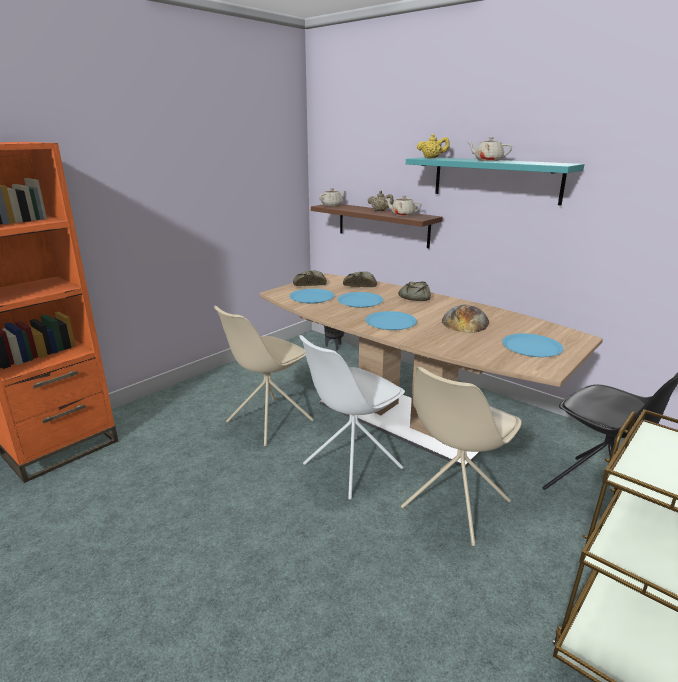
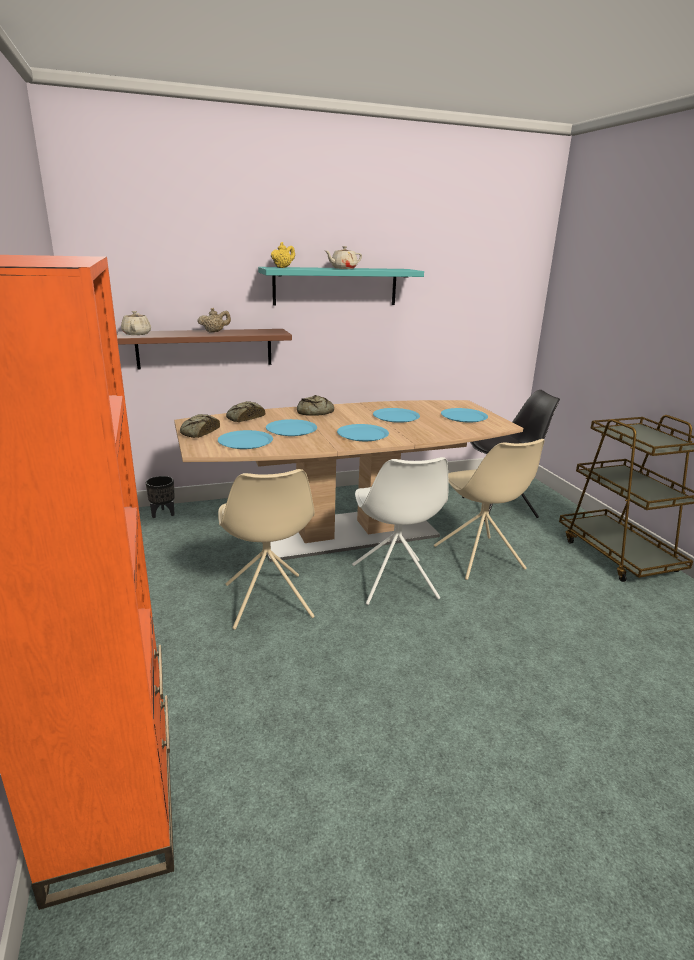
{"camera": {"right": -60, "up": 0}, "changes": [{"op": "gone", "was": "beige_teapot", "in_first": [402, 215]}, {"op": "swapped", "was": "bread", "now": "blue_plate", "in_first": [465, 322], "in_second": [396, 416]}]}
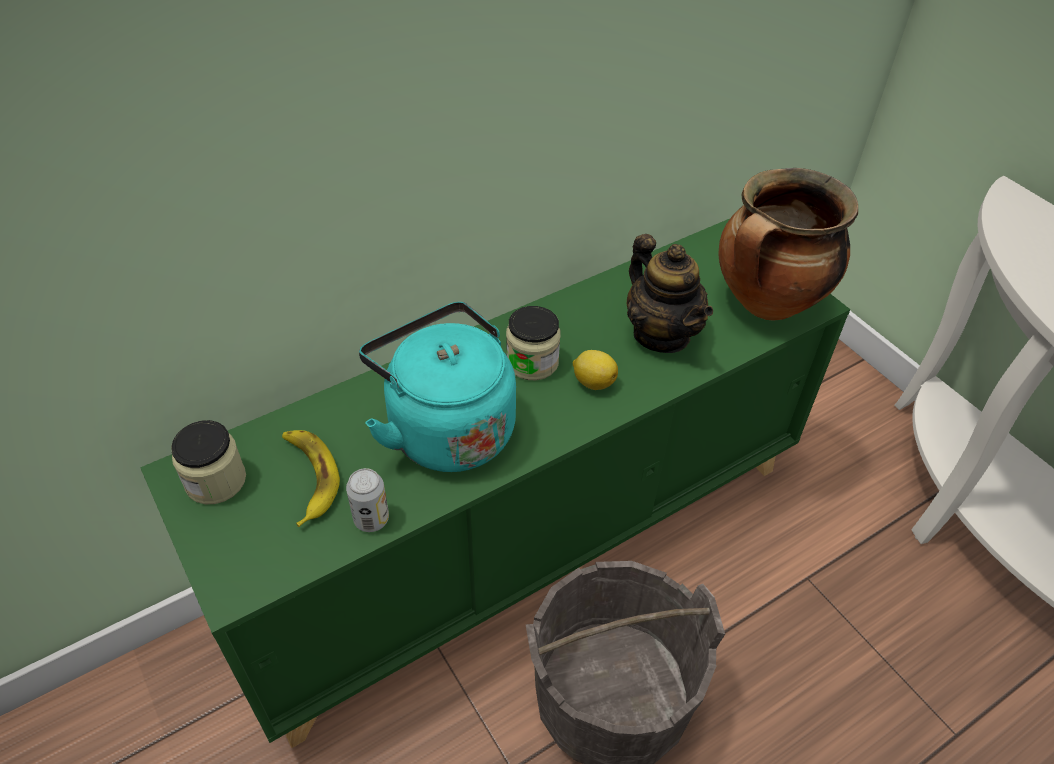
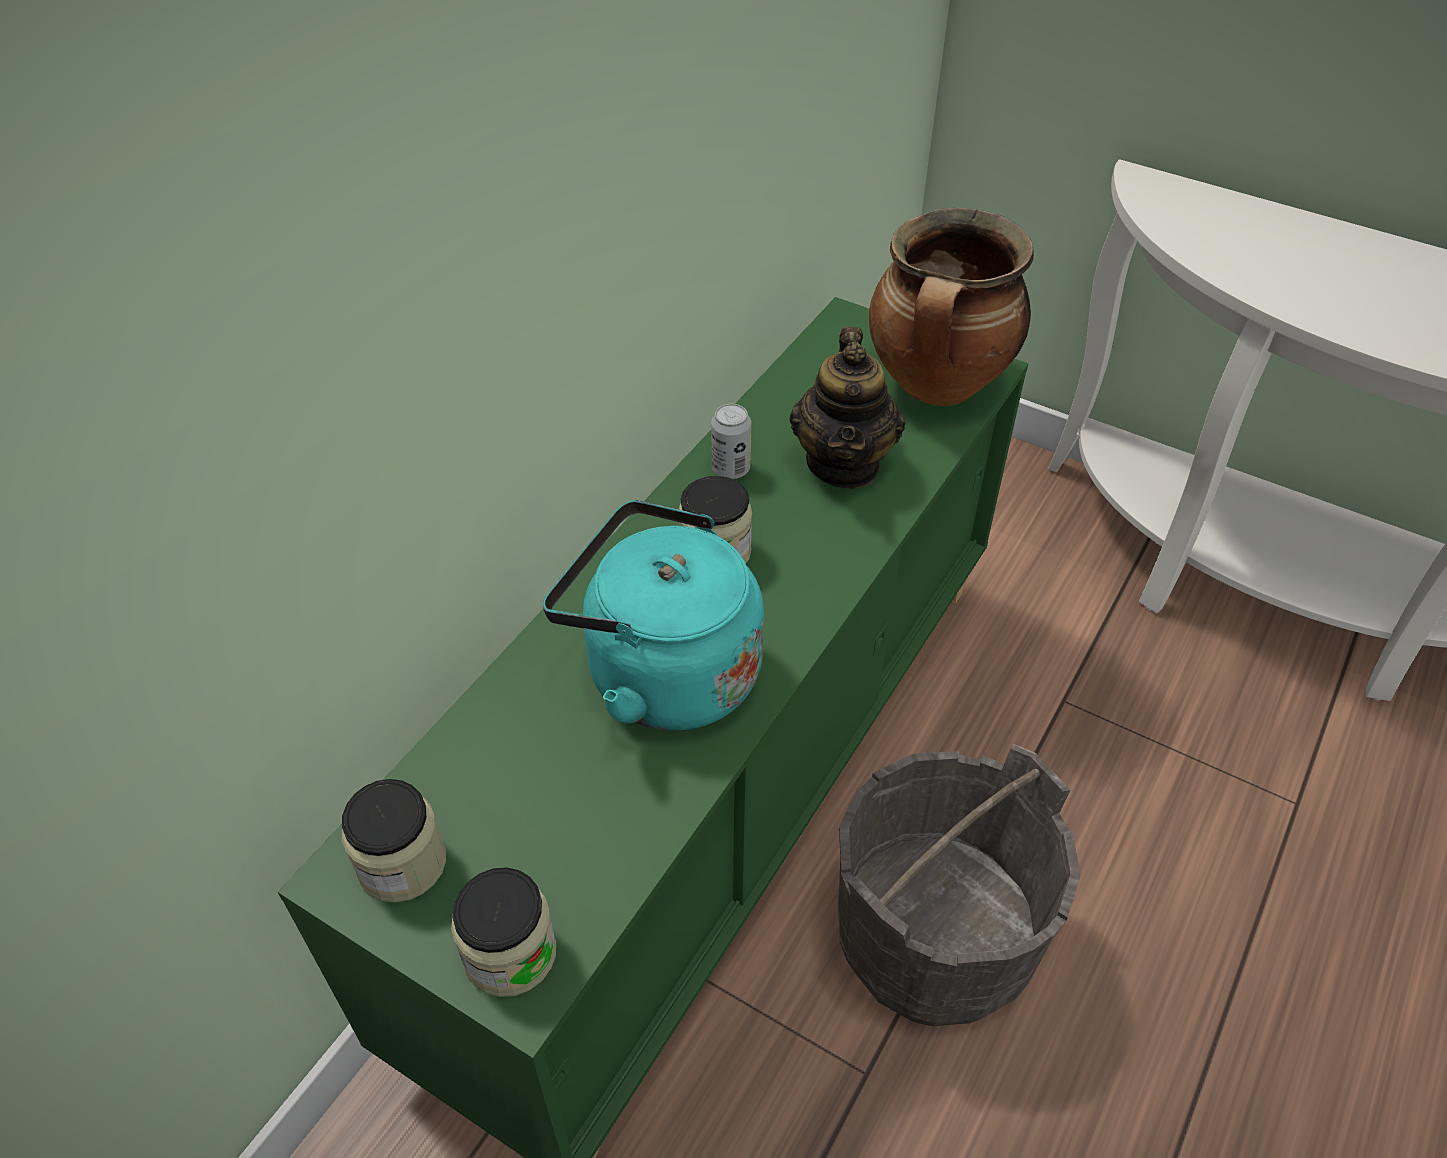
{"camera": {"right": -25, "up": 0}, "changes": [{"op": "gone", "was": "banana", "in_first": [308, 477]}, {"op": "gone", "was": "lemon", "in_first": [593, 382]}, {"op": "new", "now": "jar", "in_second": [510, 953]}, {"op": "shifted", "was": "can", "in_first": [371, 519], "in_second": [731, 469]}, {"op": "rotated", "was": "teapot", "in_first": [661, 334], "in_second": [844, 463], "clockwise": 60}]}
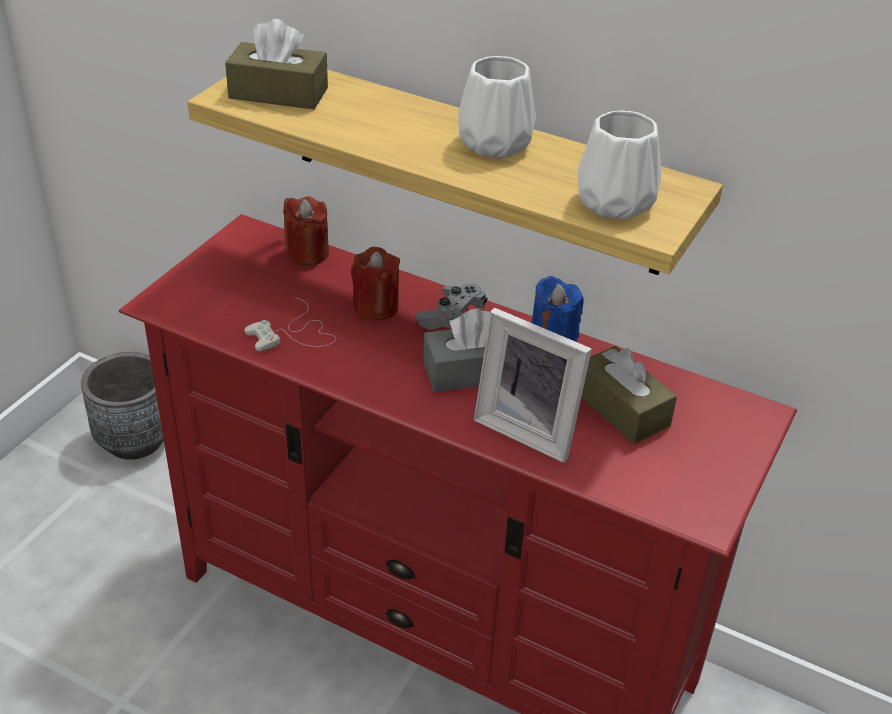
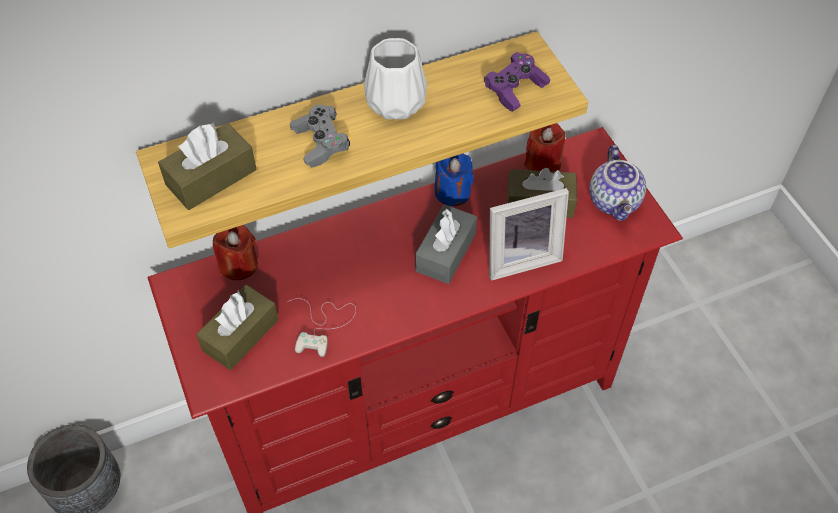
{"camera": {"right": -50, "up": 15}, "changes": [{"op": "new", "now": "brown_tissue_box", "in_second": [240, 335]}, {"op": "new", "now": "teapot", "in_second": [615, 202]}, {"op": "shifted", "was": "red_candle", "in_first": [375, 307], "in_second": [543, 164]}, {"op": "shifted", "was": "grey_game_controller", "in_first": [451, 318], "in_second": [320, 143]}, {"op": "swapped", "was": "white_vase", "now": "purple_game_controller", "in_first": [616, 202], "in_second": [515, 89]}]}
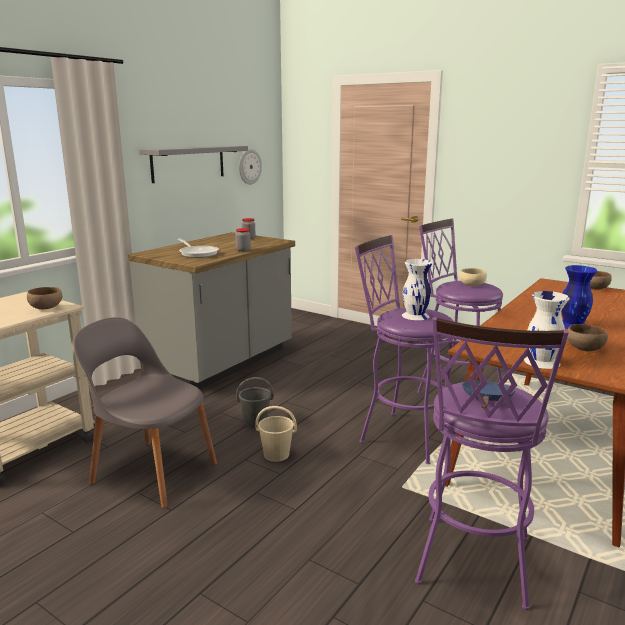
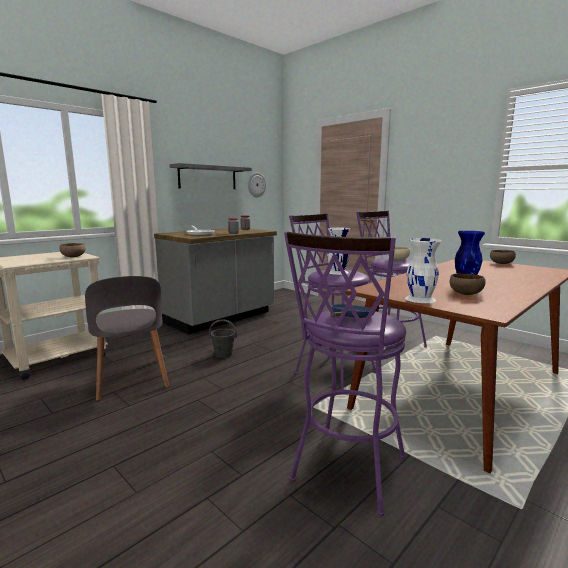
{"camera": {"right": 10, "up": -5}, "changes": [{"op": "gone", "was": "beige_bucket", "in_first": [276, 455]}, {"op": "rotated", "was": "grey_chair", "in_first": [152, 471], "in_second": [131, 379], "clockwise": -150}]}
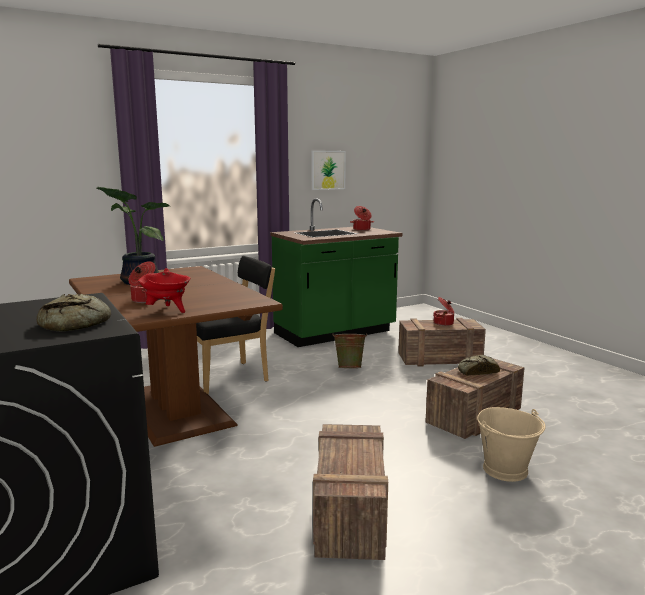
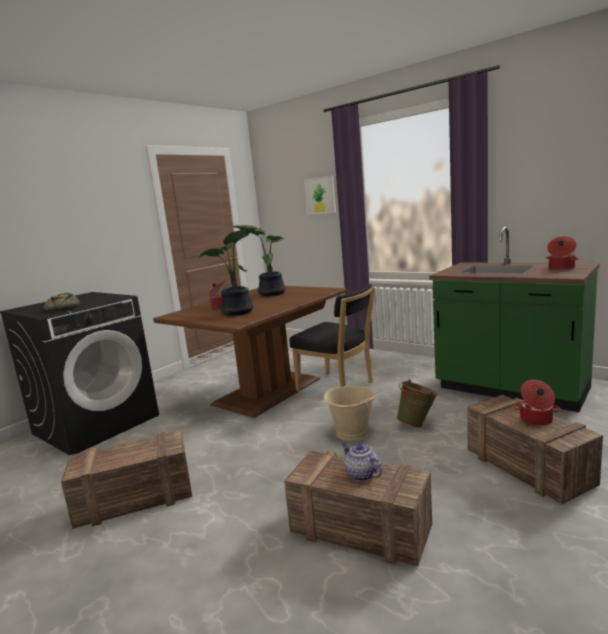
{"camera": {"right": 70, "up": 0}, "changes": [{"op": "gone", "was": "red_cooking_pot", "in_first": [167, 311]}, {"op": "new", "now": "potted_plant", "in_second": [237, 313]}, {"op": "shifted", "was": "picture", "in_first": [328, 170], "in_second": [320, 195]}, {"op": "shifted", "was": "beige_bucket", "in_first": [506, 469], "in_second": [352, 432]}, {"op": "swapped", "was": "bread", "now": "teapot", "in_first": [476, 371], "in_second": [361, 474]}]}
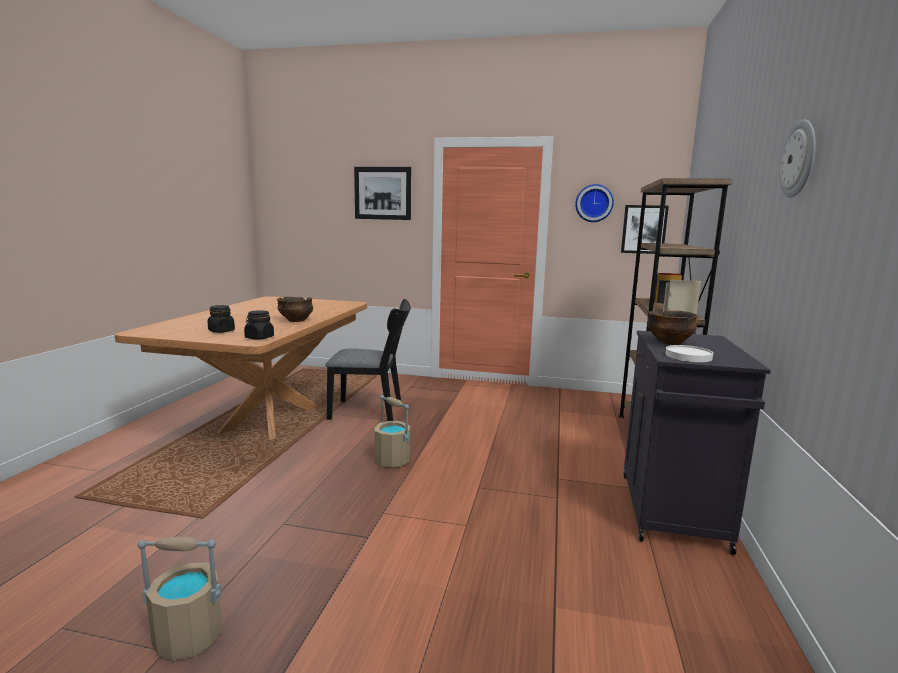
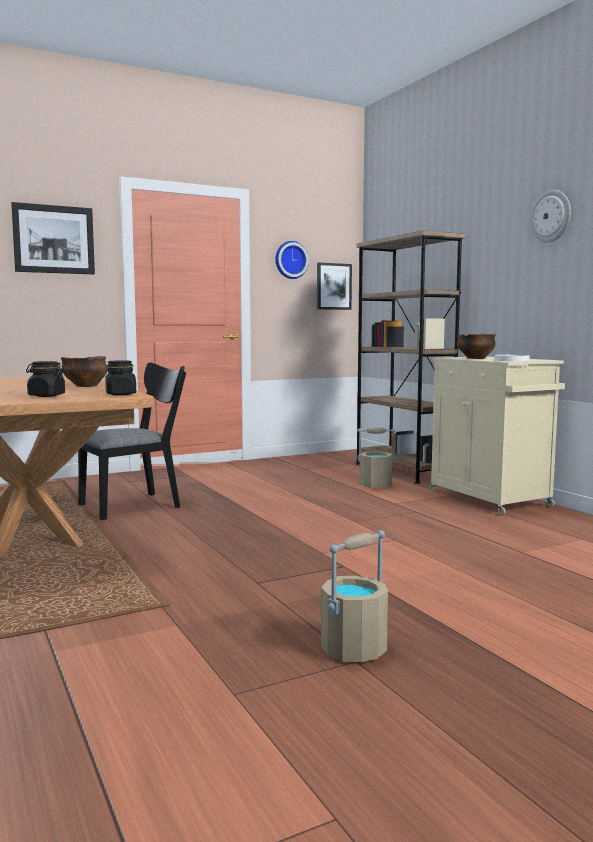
{"camera": {"right": -40, "up": -5}, "changes": [{"op": "shifted", "was": "beige_bucket", "in_first": [392, 460], "in_second": [375, 485]}, {"op": "repainted", "was": "black_cabinet", "now": "beige_cabinet", "in_first": [672, 513], "in_second": [491, 500]}]}
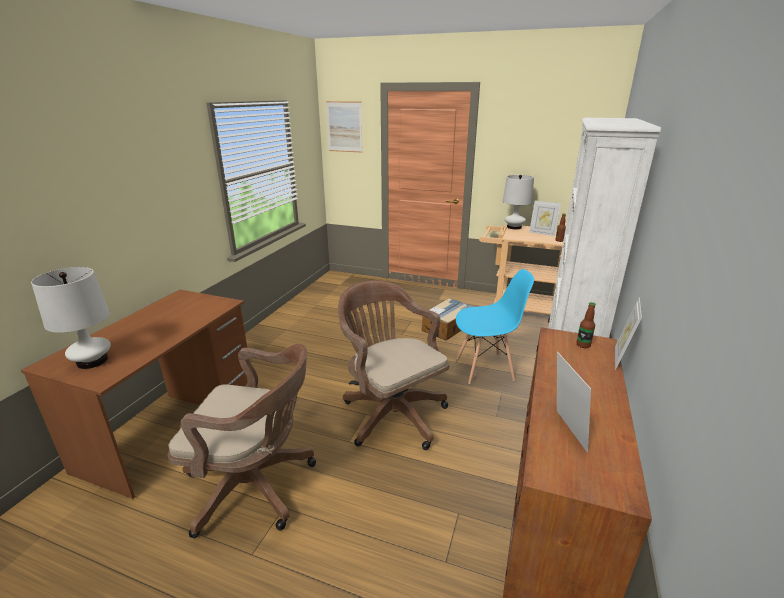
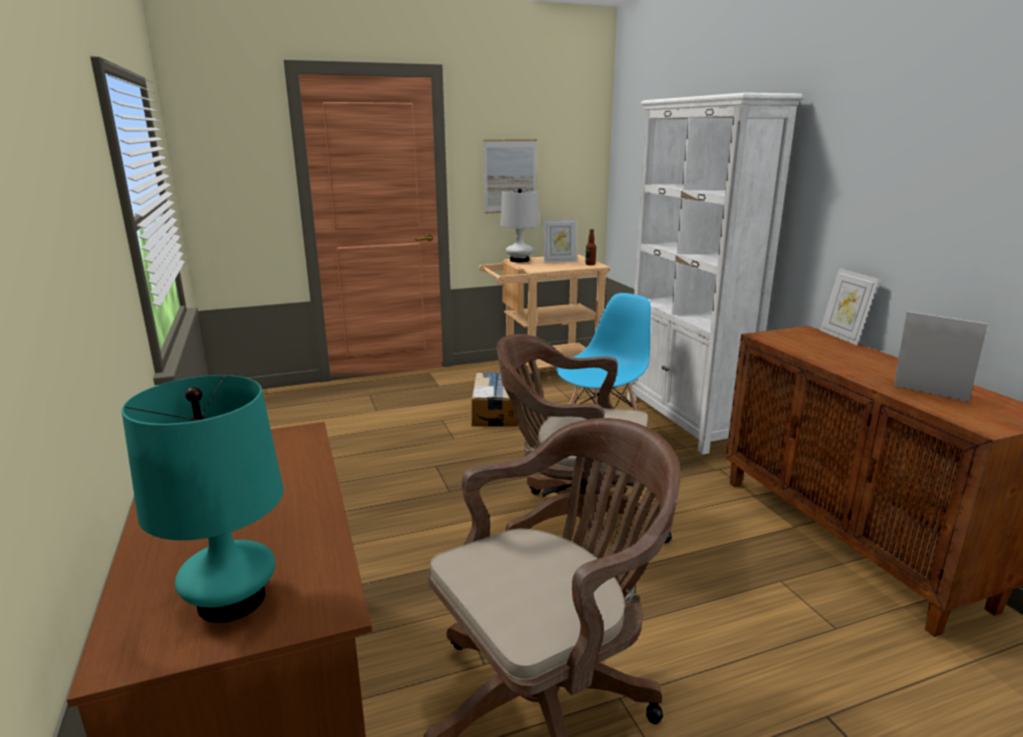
{"camera": {"right": -40, "up": -5}, "changes": [{"op": "gone", "was": "bottle", "in_first": [583, 345]}, {"op": "shifted", "was": "picture", "in_first": [344, 127], "in_second": [510, 176]}, {"op": "repainted", "was": "white_table_lamp", "now": "turquoise_table_lamp", "in_first": [92, 361], "in_second": [231, 600]}]}
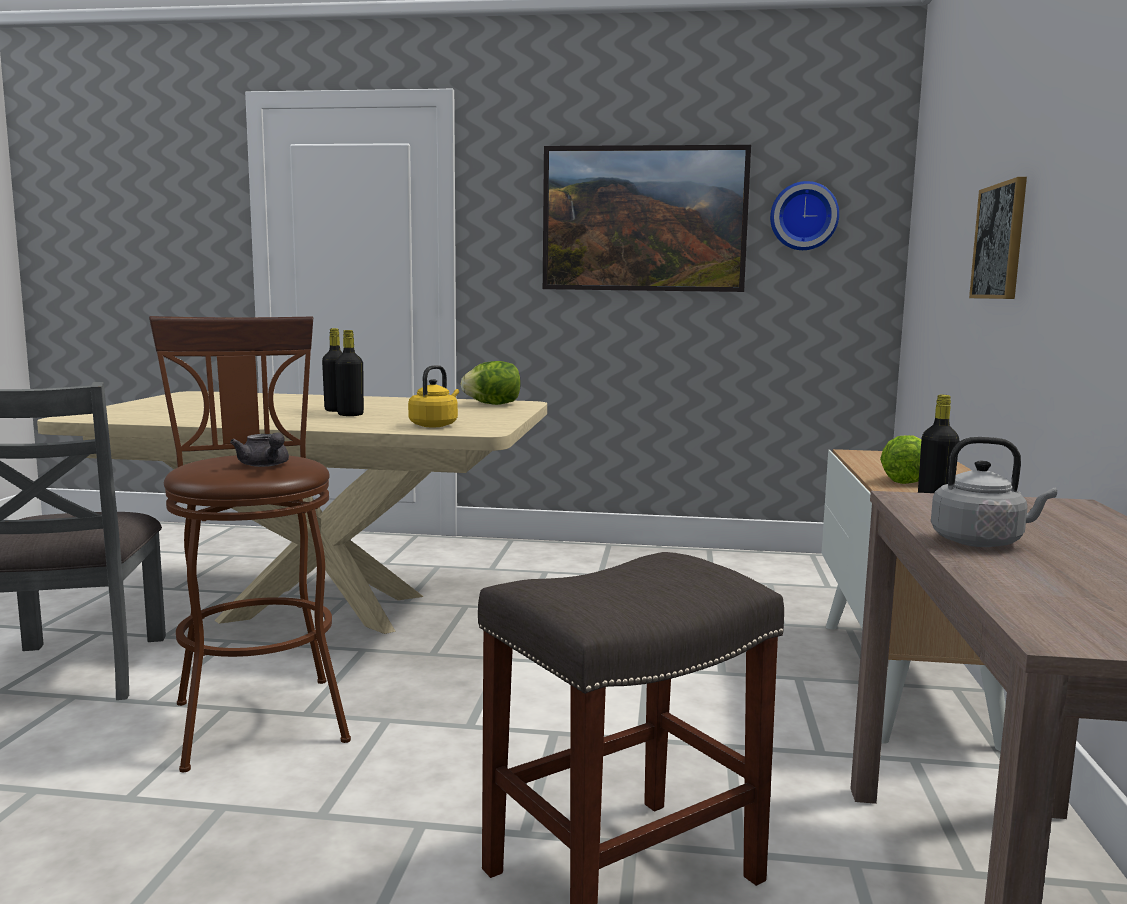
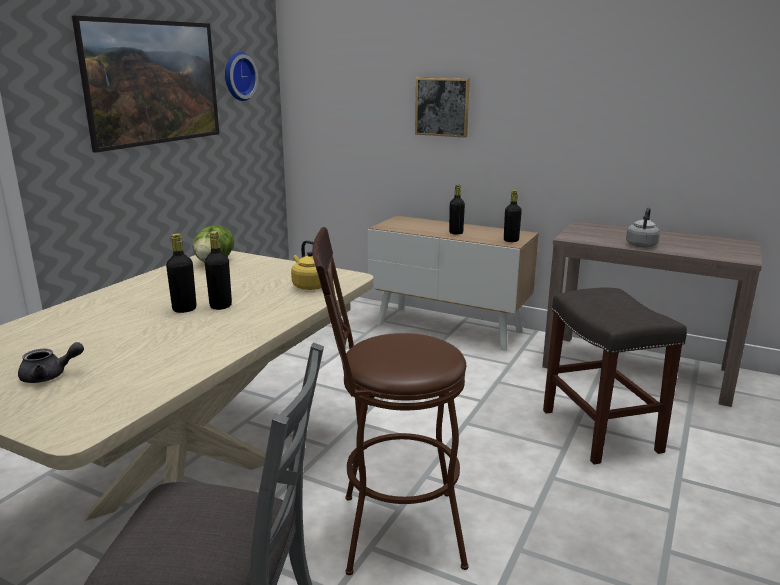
{"camera": {"right": -70, "up": 10}, "changes": [{"op": "shifted", "was": "grey_teapot", "in_first": [265, 465], "in_second": [50, 376]}, {"op": "swapped", "was": "lettuce", "now": "black_bottle", "in_first": [906, 480], "in_second": [456, 233]}]}
